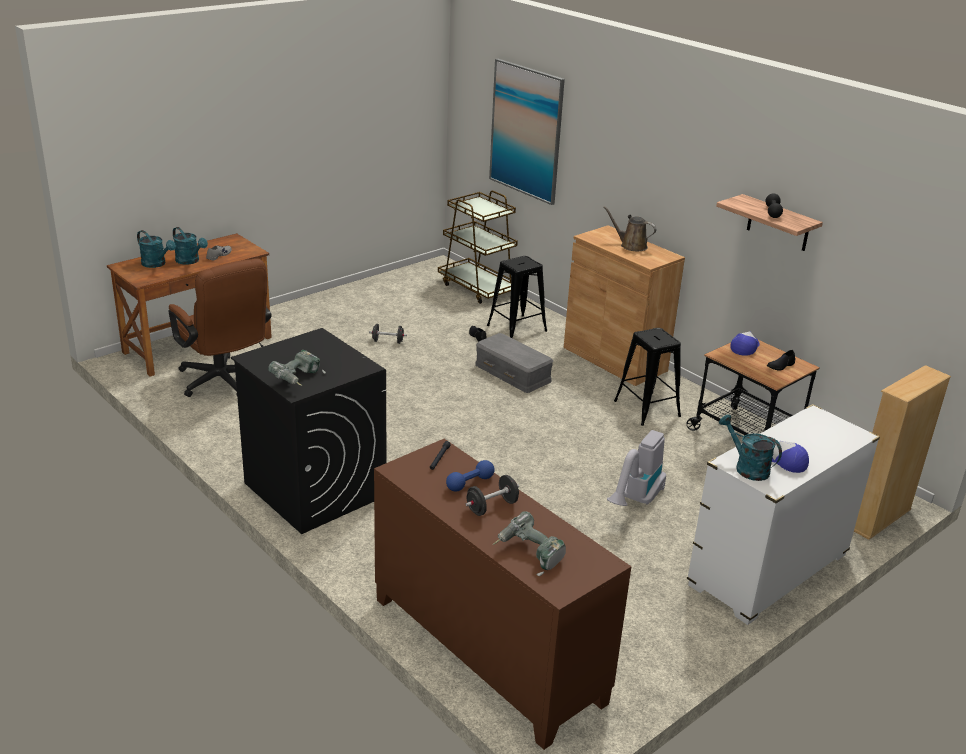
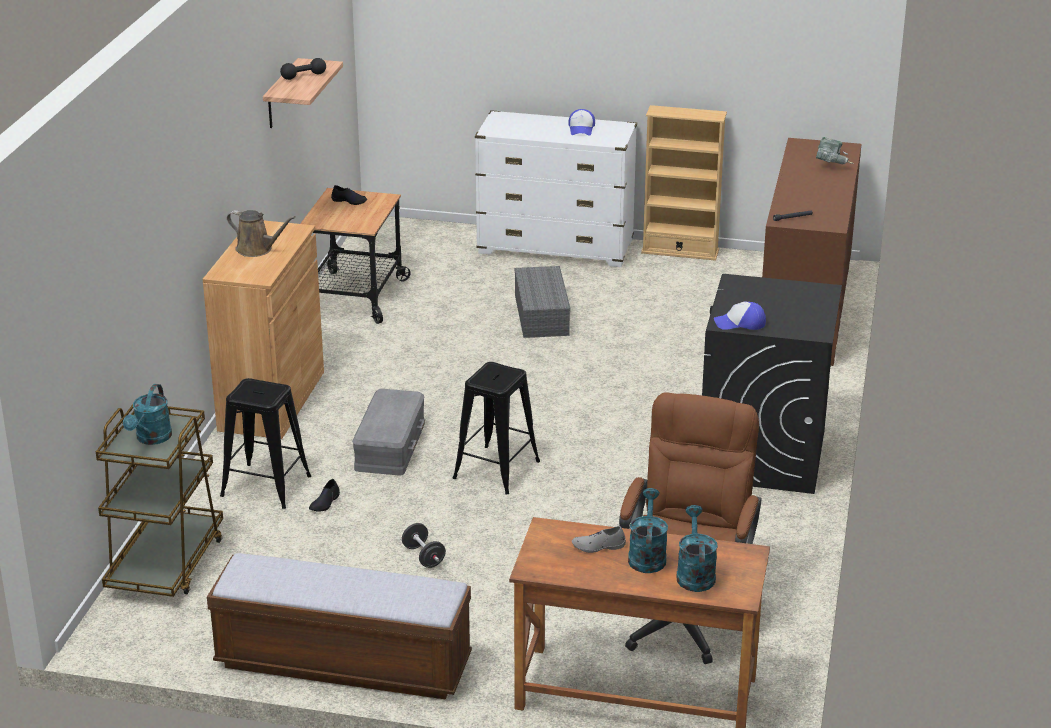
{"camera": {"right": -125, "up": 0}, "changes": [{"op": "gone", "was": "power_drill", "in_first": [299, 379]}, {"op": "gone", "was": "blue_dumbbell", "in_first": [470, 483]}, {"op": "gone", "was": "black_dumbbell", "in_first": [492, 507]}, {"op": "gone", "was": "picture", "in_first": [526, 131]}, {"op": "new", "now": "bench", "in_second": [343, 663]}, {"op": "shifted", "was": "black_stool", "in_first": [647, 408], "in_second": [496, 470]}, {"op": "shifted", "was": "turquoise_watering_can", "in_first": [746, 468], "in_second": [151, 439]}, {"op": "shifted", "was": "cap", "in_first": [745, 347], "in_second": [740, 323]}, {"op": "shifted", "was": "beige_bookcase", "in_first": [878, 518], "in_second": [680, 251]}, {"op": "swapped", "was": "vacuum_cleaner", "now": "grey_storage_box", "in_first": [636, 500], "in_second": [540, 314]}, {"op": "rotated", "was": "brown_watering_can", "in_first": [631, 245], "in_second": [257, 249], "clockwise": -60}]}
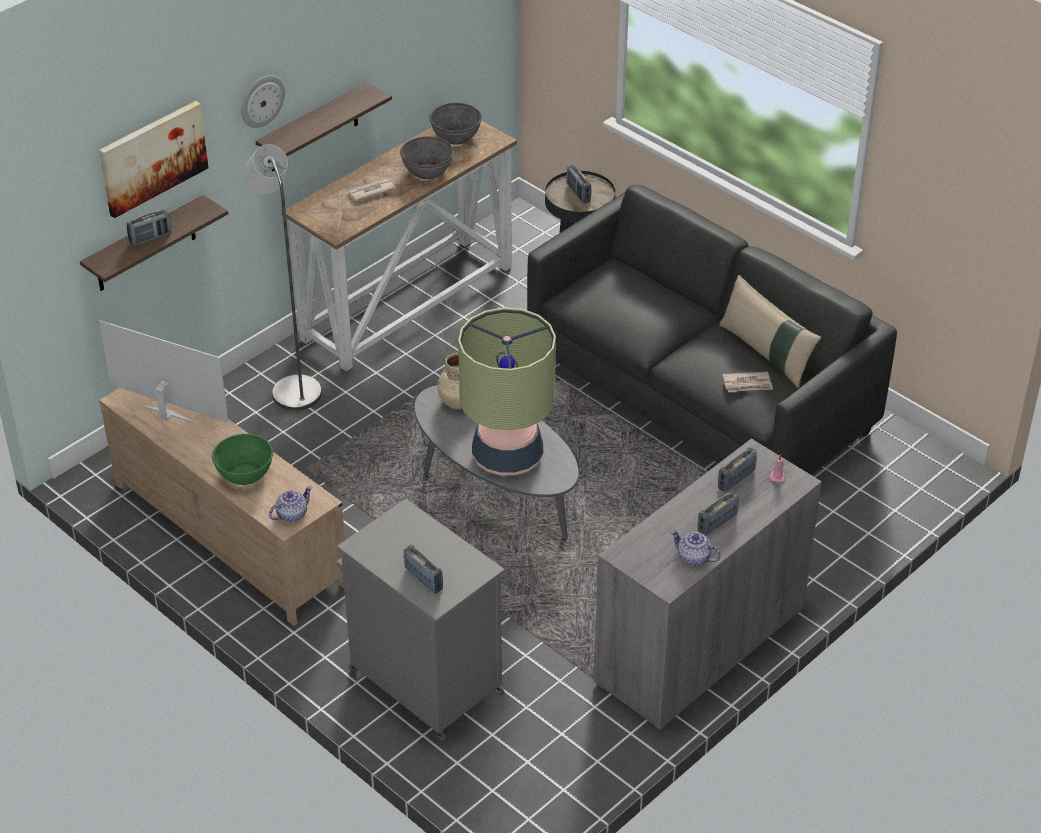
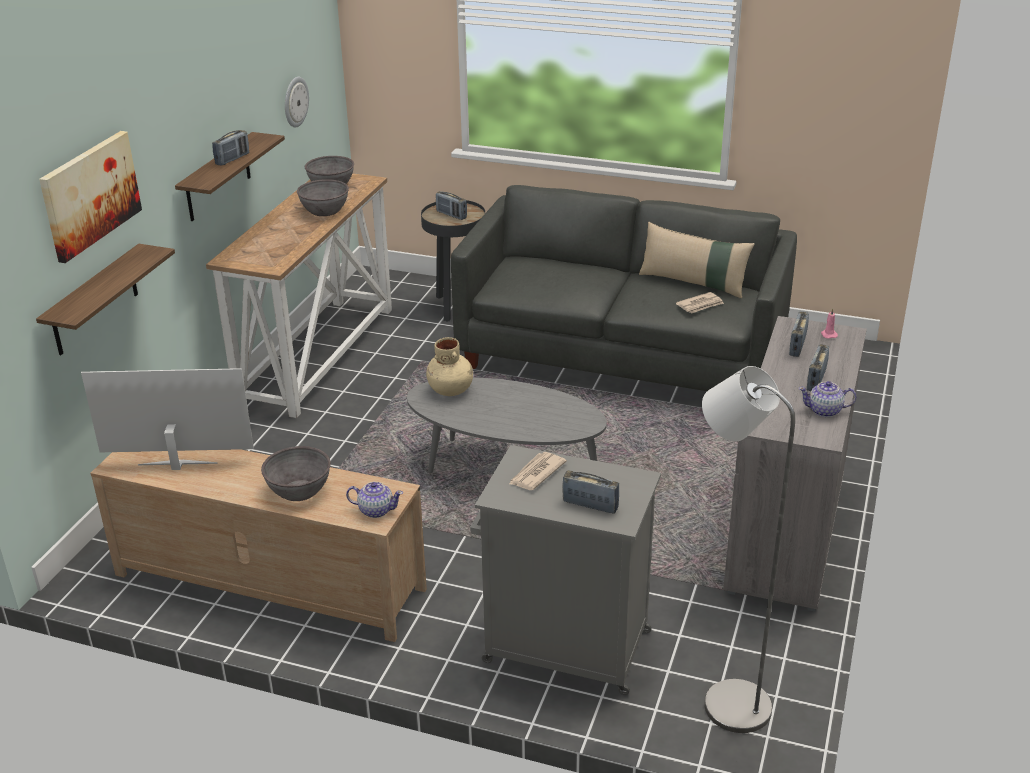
{"camera": {"right": -25, "up": -10}, "changes": [{"op": "gone", "was": "table_lamp", "in_first": [508, 456]}, {"op": "shifted", "was": "radio", "in_first": [150, 238], "in_second": [232, 159]}, {"op": "shifted", "was": "wall_clock", "in_first": [261, 100], "in_second": [295, 101]}, {"op": "shifted", "was": "grey_floor_lamp", "in_first": [293, 388], "in_second": [725, 701]}, {"op": "shifted", "was": "newspaper", "in_first": [370, 191], "in_second": [536, 473]}, {"op": "repainted", "was": "green_bowl", "now": "grey_bowl", "in_first": [245, 474], "in_second": [299, 490]}, {"op": "rotated", "was": "teapot", "in_first": [291, 514], "in_second": [375, 510], "clockwise": 75}]}
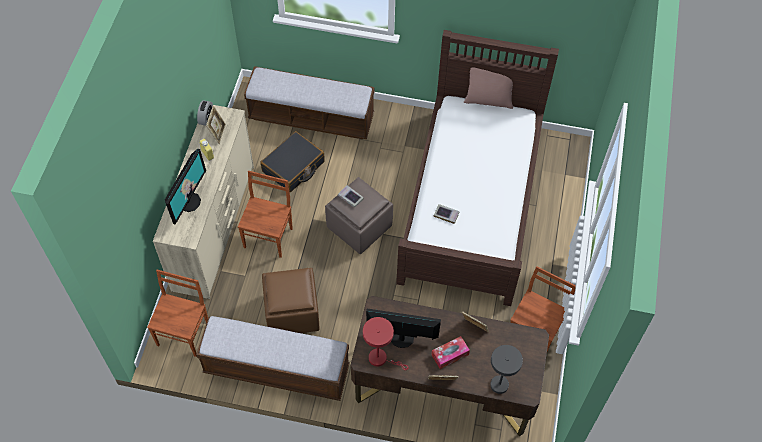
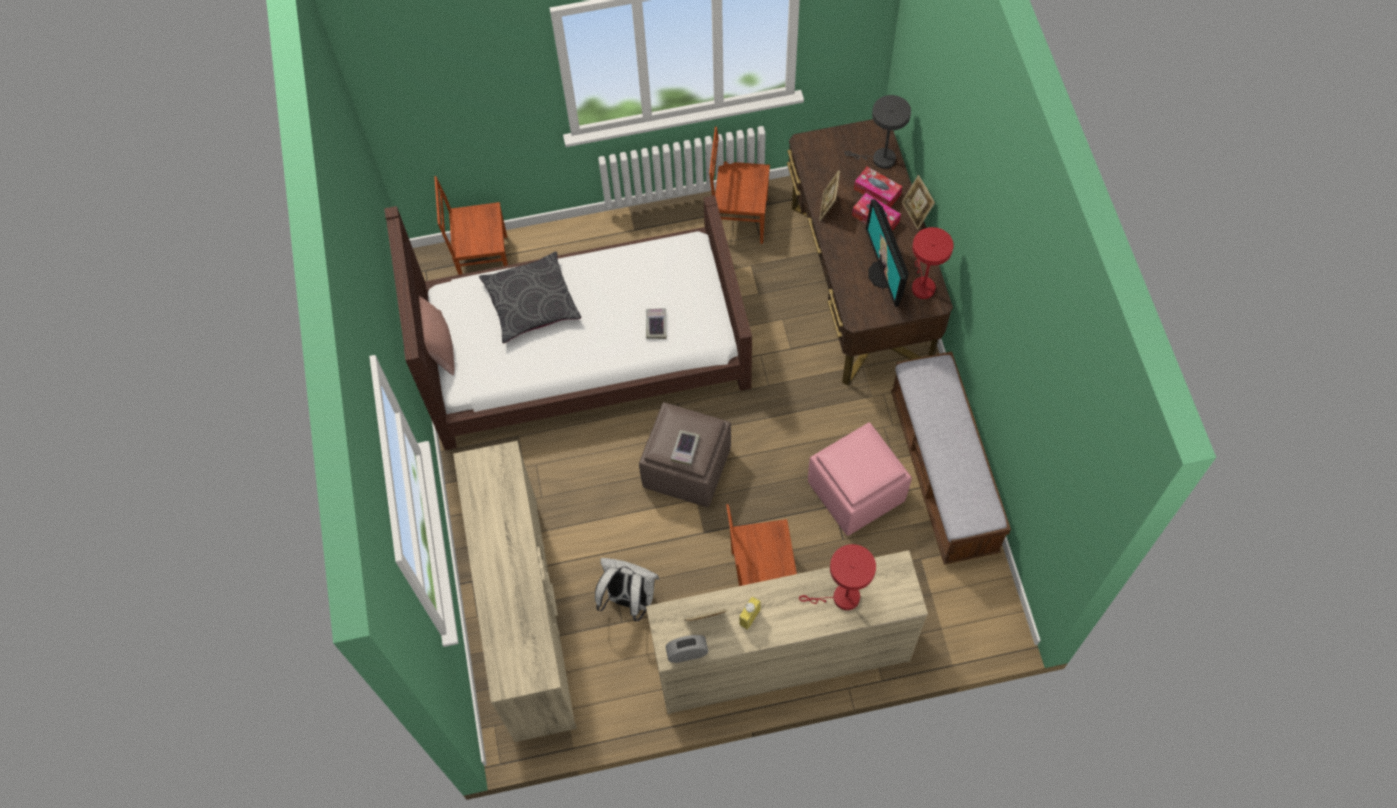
{"camera": {"right": -110, "up": 5}, "changes": [{"op": "new", "now": "grey_pillow", "in_second": [531, 303]}, {"op": "new", "now": "tissue_box", "in_second": [877, 192]}, {"op": "shifted", "was": "brown_chair", "in_first": [184, 334], "in_second": [483, 260]}, {"op": "swapped", "was": "monitor", "now": "red_table_lamp", "in_first": [189, 202], "in_second": [841, 598]}, {"op": "swapped", "was": "bench", "now": "beige_dresser", "in_first": [311, 118], "in_second": [527, 616]}, {"op": "swapped", "was": "black_suitcase", "now": "white_backpack", "in_first": [293, 167], "in_second": [629, 599]}, {"op": "repainted", "was": "brown_ottoman", "now": "pink_ottoman", "in_first": [293, 312], "in_second": [856, 491]}]}
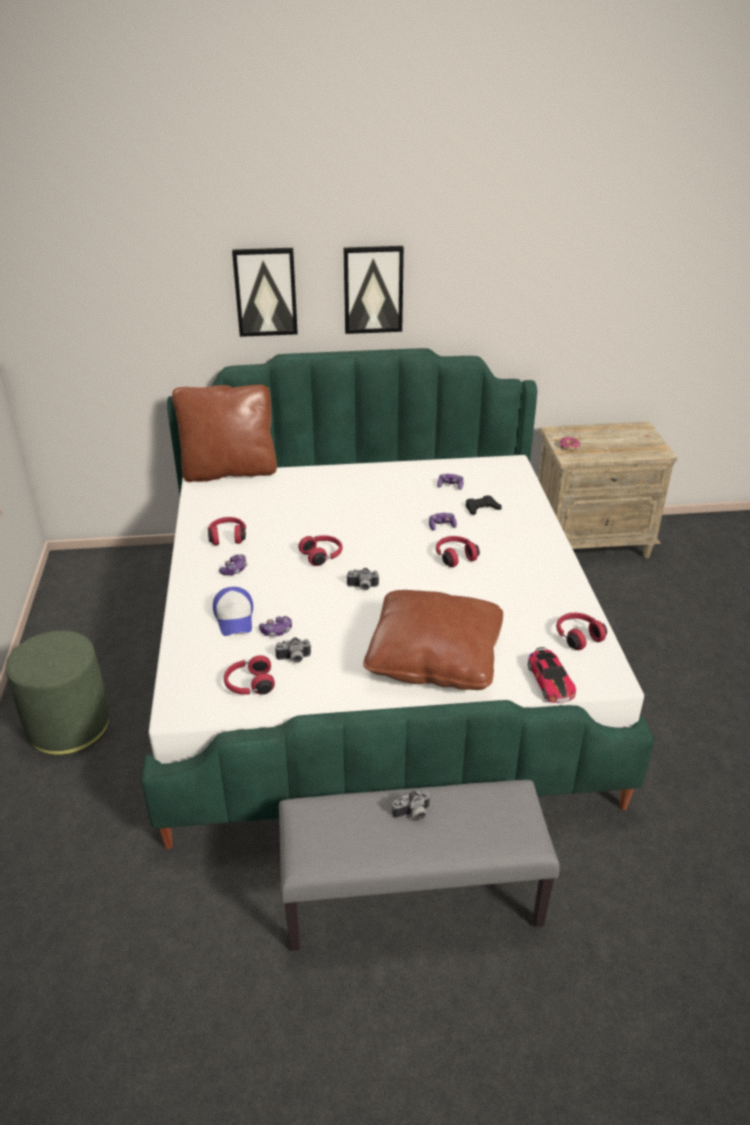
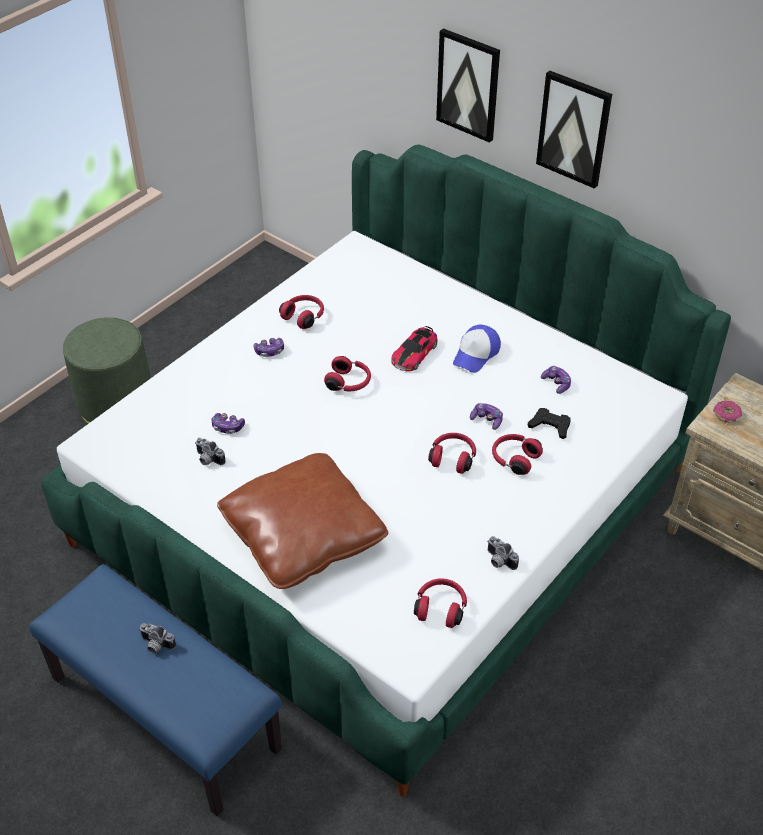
{"camera": {"right": 45, "up": 10}, "changes": [{"op": "gone", "was": "brown_pillow", "in_first": [229, 471]}, {"op": "shifted", "was": "cap", "in_first": [235, 617], "in_second": [476, 354]}, {"op": "shifted", "was": "red_headphones", "in_first": [249, 685], "in_second": [514, 459]}, {"op": "shifted", "was": "photo_camera", "in_first": [362, 587], "in_second": [498, 561]}, {"op": "shifted", "was": "toy_car", "in_first": [550, 681], "in_second": [414, 353]}, {"op": "repainted", "was": "grey_bench", "now": "blue_bench", "in_first": [412, 895], "in_second": [166, 712]}]}
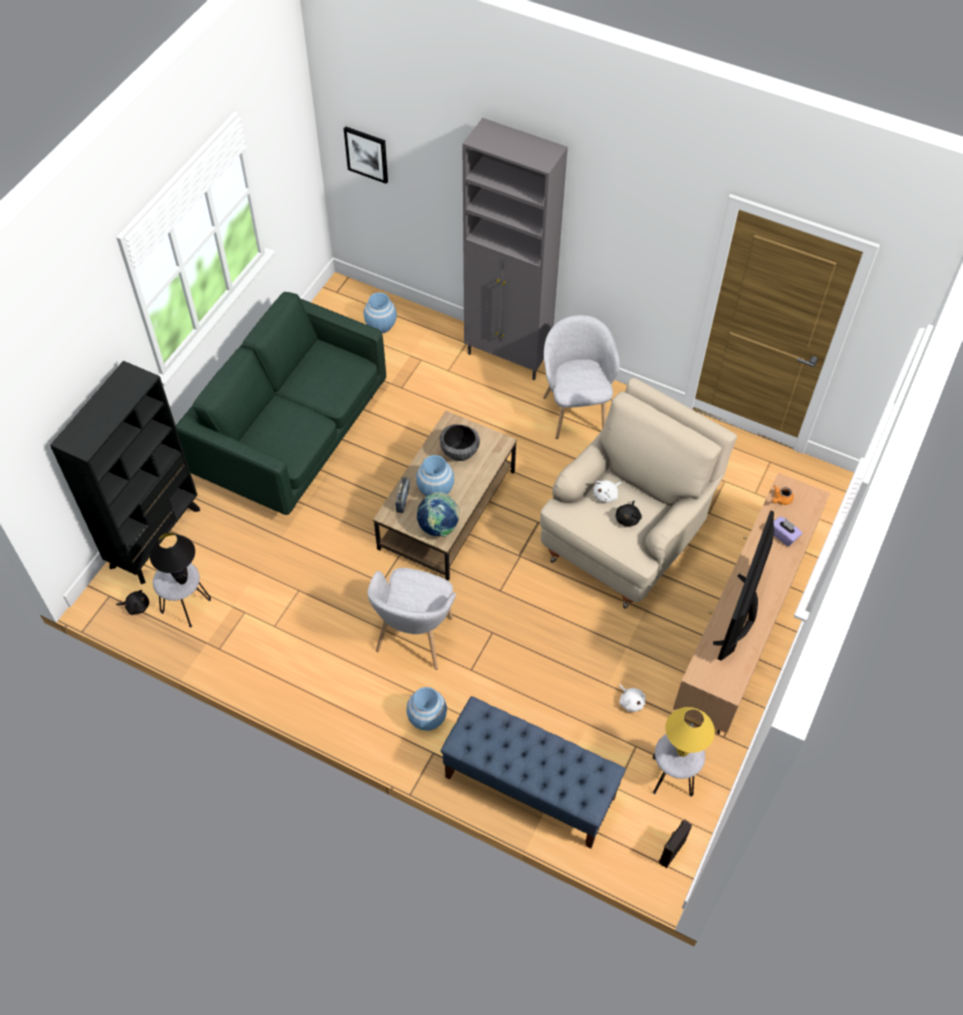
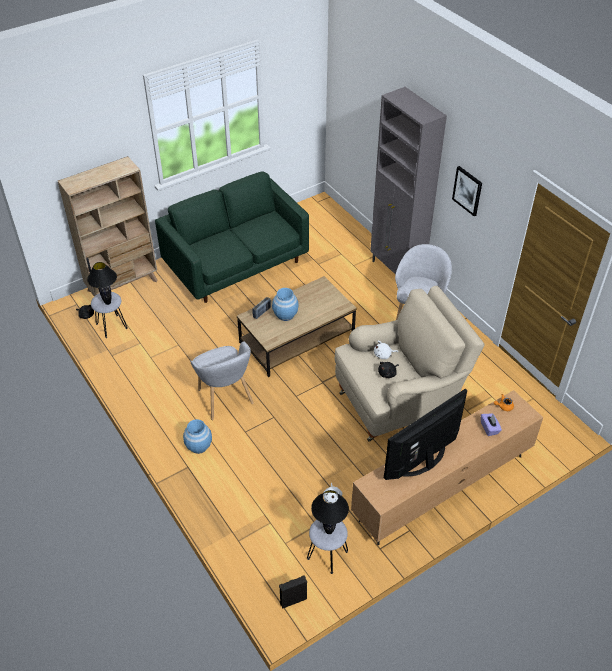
{"camera": {"right": 30, "up": -10}, "changes": [{"op": "gone", "was": "blue_vase", "in_first": [381, 325]}, {"op": "gone", "was": "globe", "in_first": [438, 527]}, {"op": "gone", "was": "bowl", "in_first": [460, 453]}, {"op": "gone", "was": "blue_bench", "in_first": [529, 787]}, {"op": "shifted", "was": "picture", "in_first": [367, 154], "in_second": [467, 190]}, {"op": "repainted", "was": "black_bookcase", "now": "beige_bookcase", "in_first": [156, 537], "in_second": [123, 285]}, {"op": "repainted", "was": "yellow_table_lamp", "now": "black_table_lamp", "in_first": [681, 752], "in_second": [328, 531]}, {"op": "rotated", "was": "grey_armchair", "in_first": [415, 637], "in_second": [225, 399], "clockwise": -75}]}
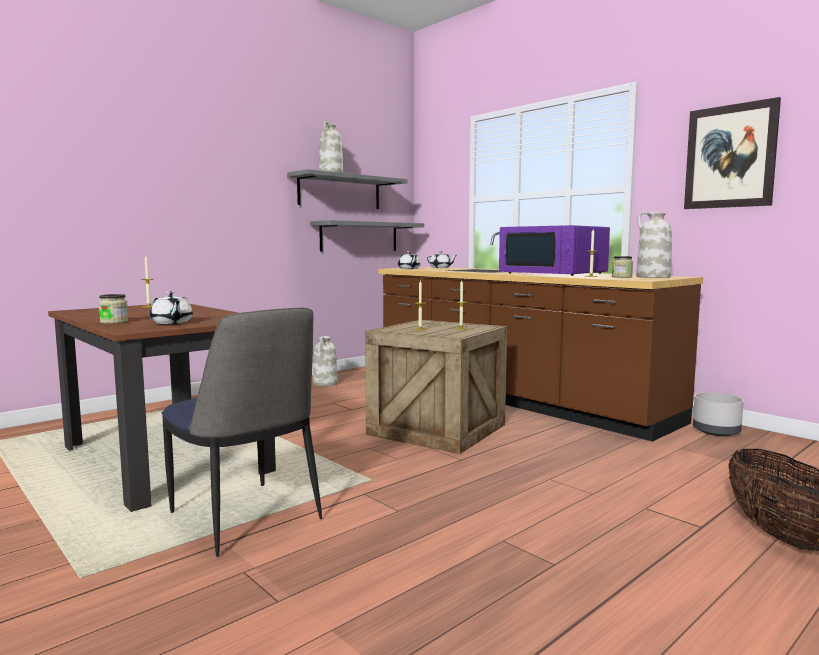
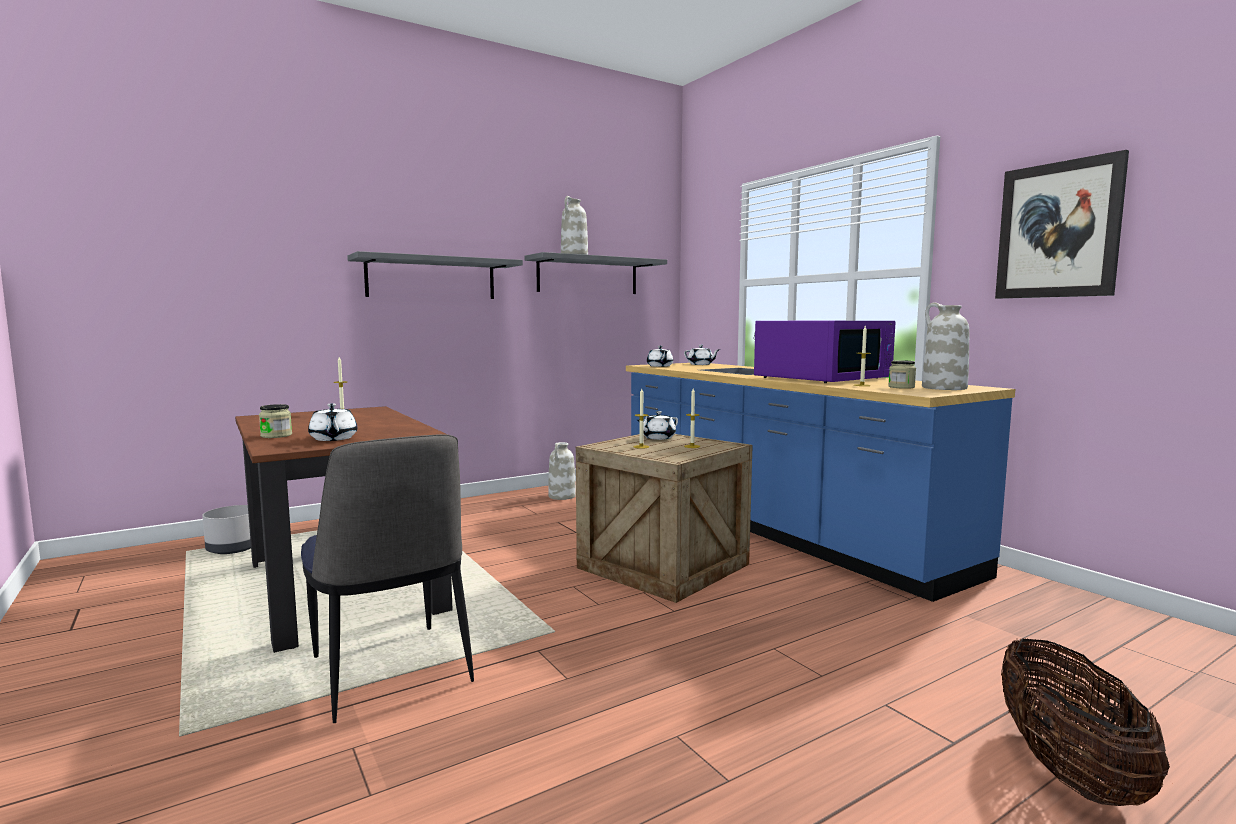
{"camera": {"right": 10, "up": 0}, "changes": [{"op": "new", "now": "white_teapot", "in_second": [657, 438]}, {"op": "shifted", "was": "grey_shelf", "in_first": [359, 236], "in_second": [431, 278]}, {"op": "shifted", "was": "grey_planter", "in_first": [716, 432], "in_second": [234, 549]}, {"op": "repainted", "was": "brown_counter", "now": "blue_counter", "in_first": [513, 398], "in_second": [775, 527]}, {"op": "rotated", "was": "purple_microwave", "in_first": [554, 273], "in_second": [823, 378], "clockwise": -90}]}
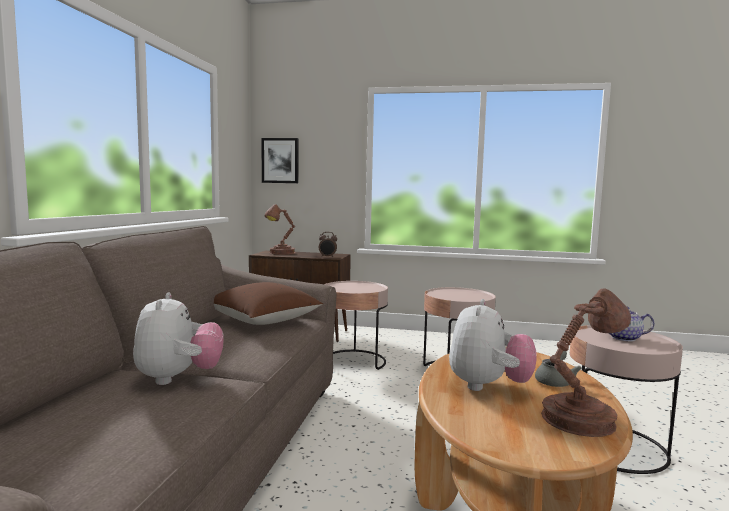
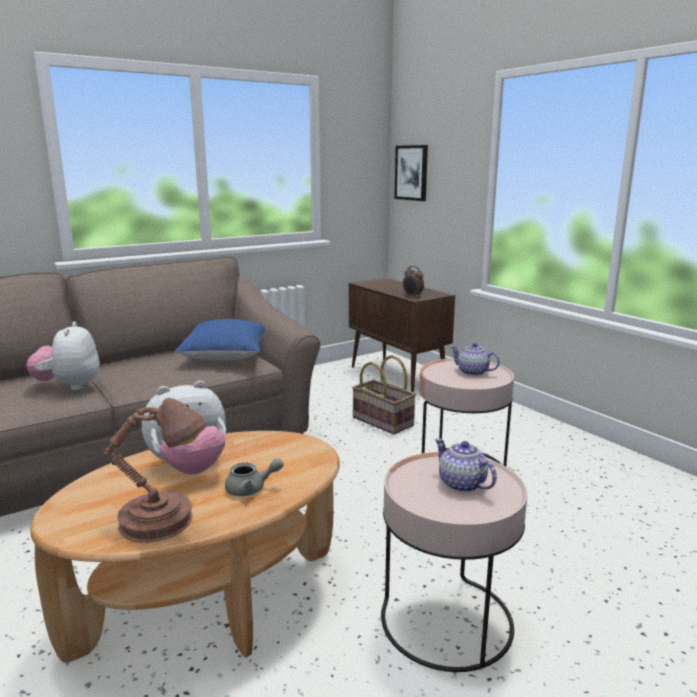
{"camera": {"right": 45, "up": 10}, "changes": [{"op": "gone", "was": "brown_table_lamp", "in_first": [280, 253]}, {"op": "new", "now": "teapot", "in_second": [473, 372]}, {"op": "swapped", "was": "pink_side_table", "now": "basket", "in_first": [353, 361], "in_second": [383, 421]}, {"op": "repainted", "was": "brown_pillow", "now": "blue_pillow", "in_first": [264, 321], "in_second": [225, 356]}, {"op": "rotated", "was": "plush_toy", "in_first": [178, 378], "in_second": [69, 386], "clockwise": 135}]}
